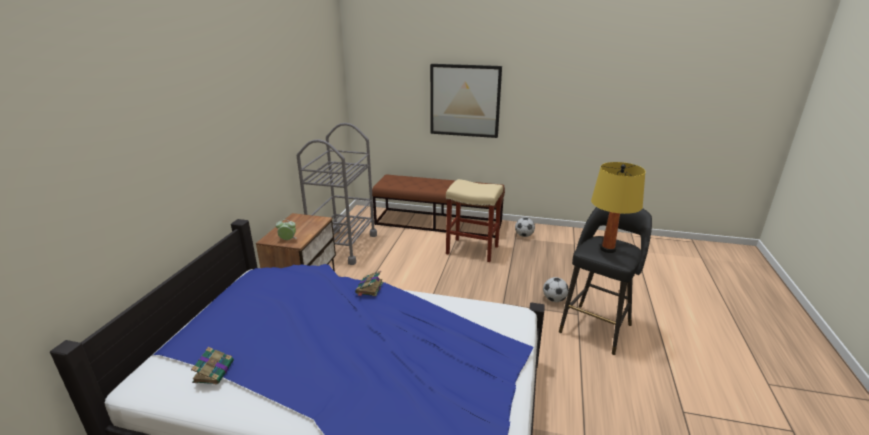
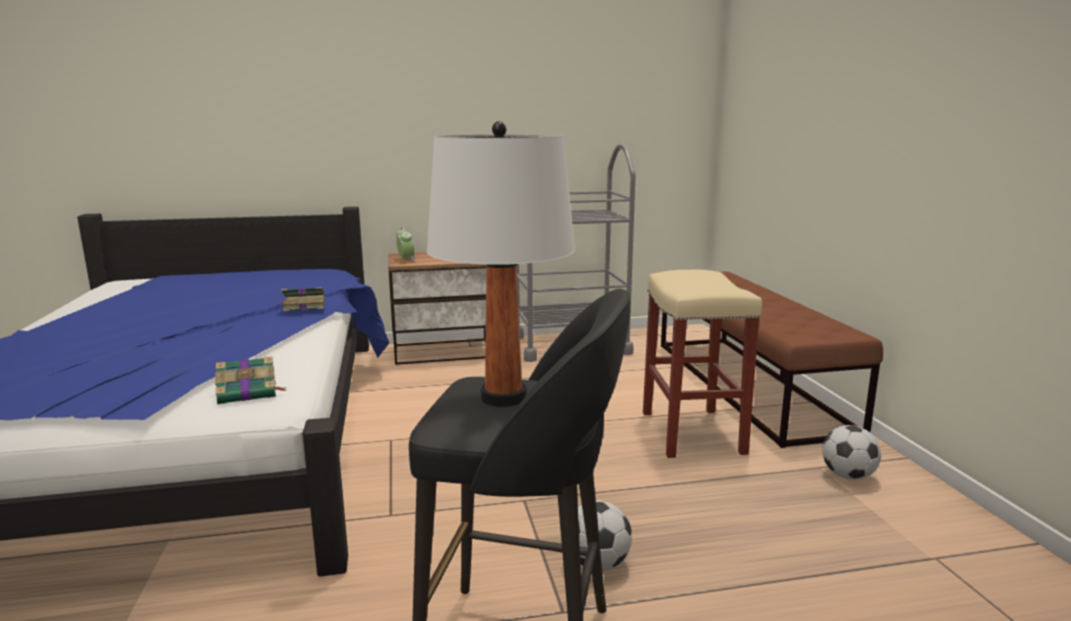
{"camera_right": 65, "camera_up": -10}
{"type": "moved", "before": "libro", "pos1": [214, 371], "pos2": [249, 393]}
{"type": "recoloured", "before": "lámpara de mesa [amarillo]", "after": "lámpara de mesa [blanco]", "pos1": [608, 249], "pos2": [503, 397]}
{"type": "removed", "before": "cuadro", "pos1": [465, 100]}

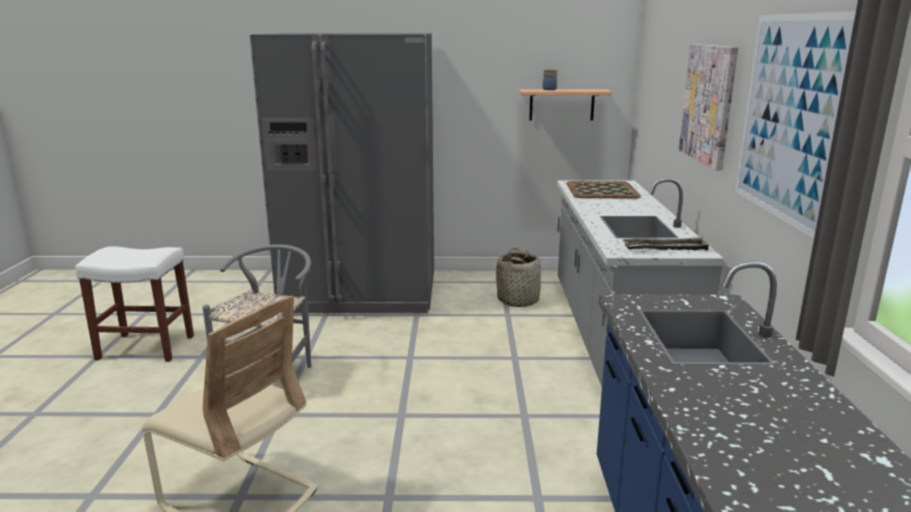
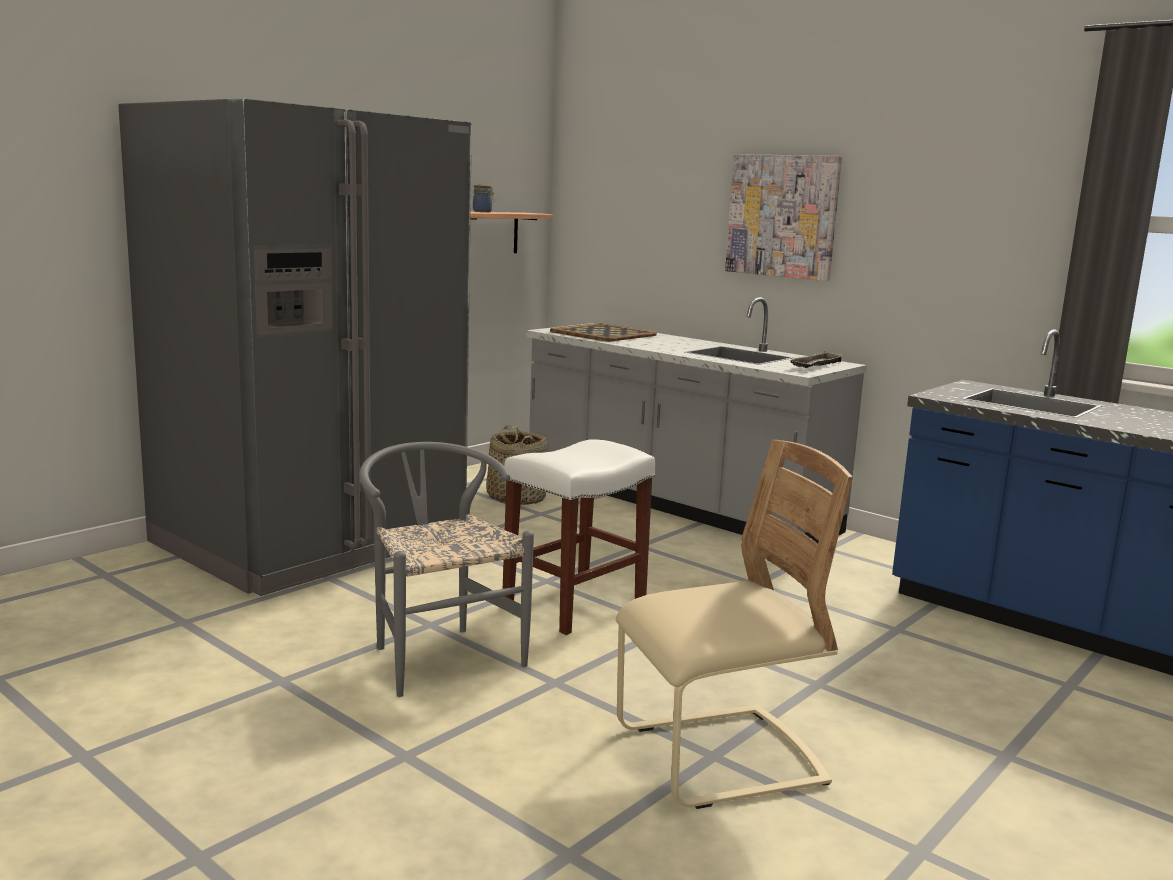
{"camera_right": -50, "camera_up": -5}
{"type": "moved", "before": "taburete [blanco]", "pos1": [144, 348], "pos2": [574, 605]}
{"type": "removed", "before": "cuadro", "pos1": [790, 118]}

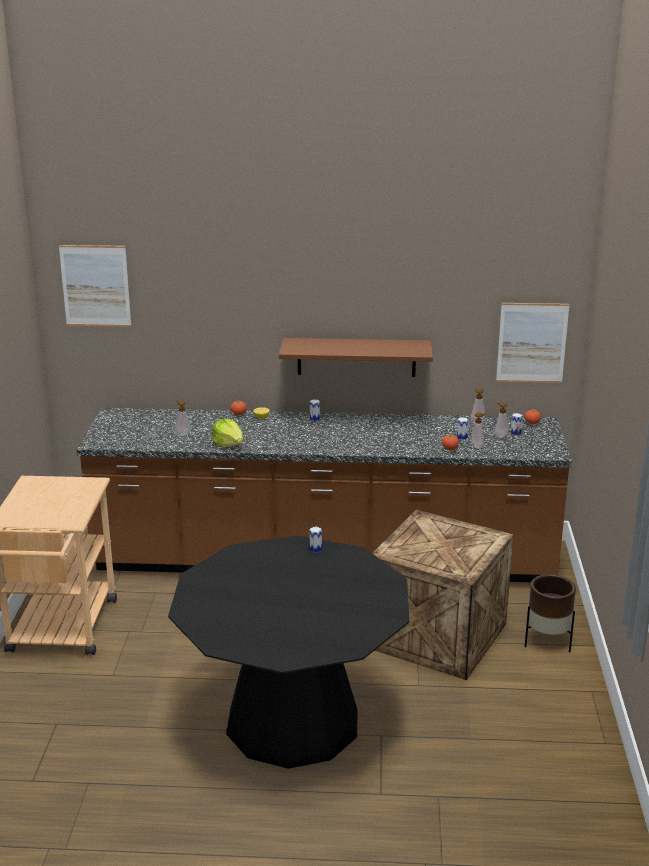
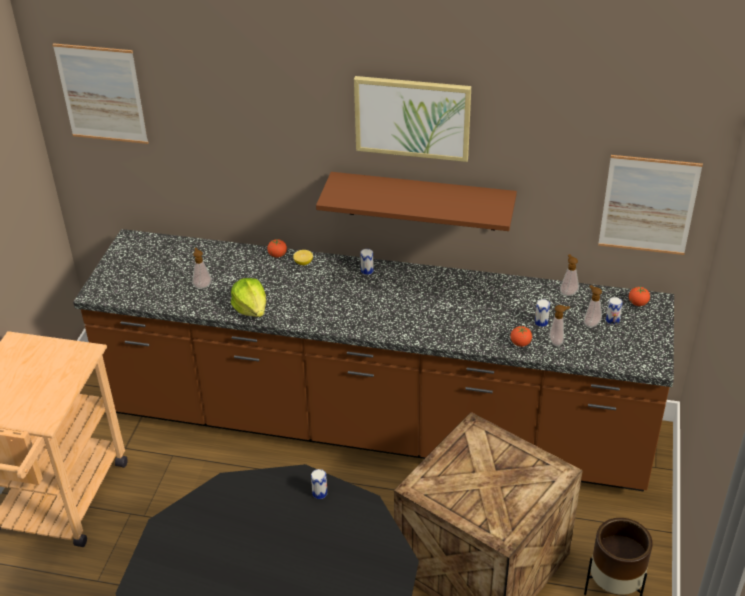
{"camera_right": 10, "camera_up": 15}
{"type": "added", "after": "cuadro", "pos2": [412, 117]}

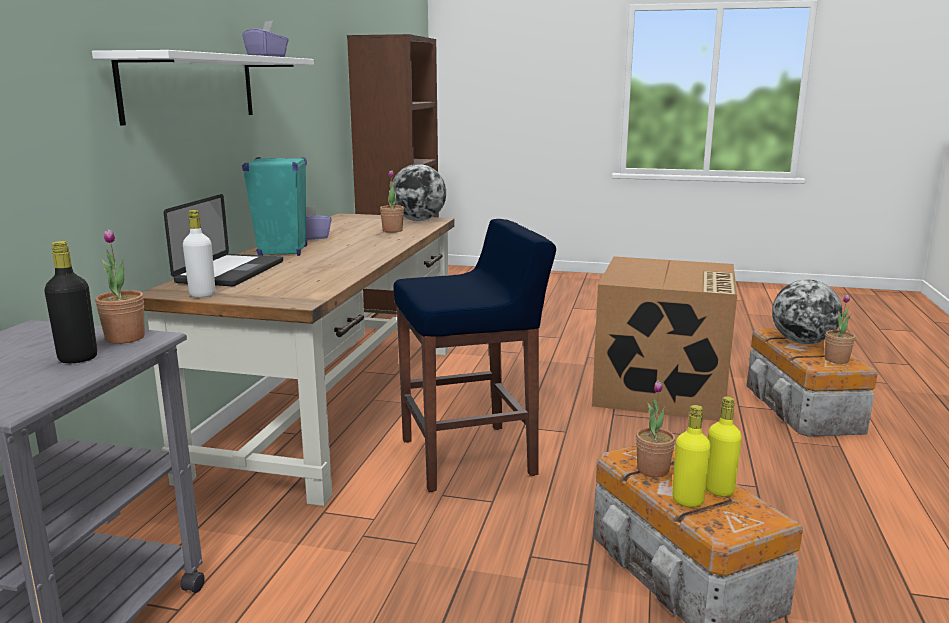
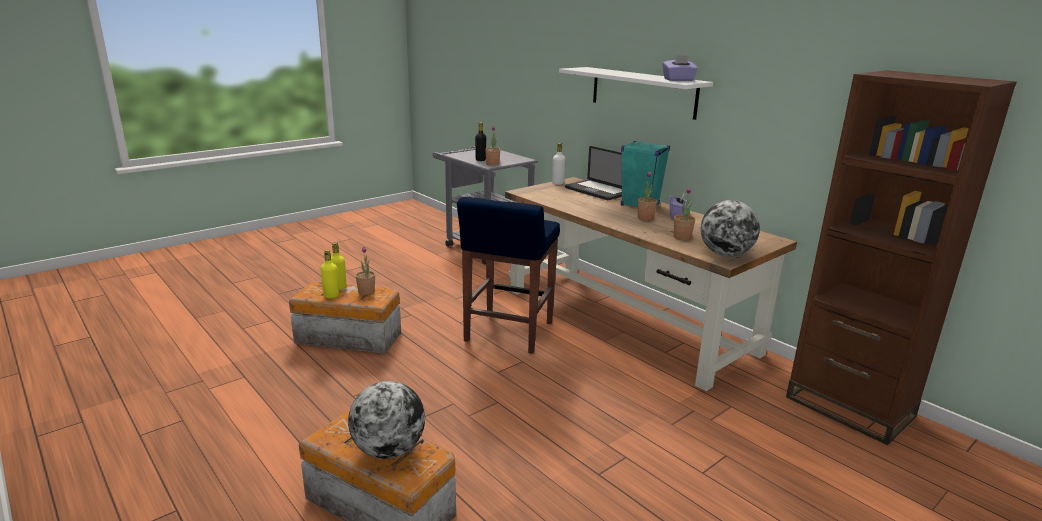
{"camera_right": 125, "camera_up": 5}
{"type": "moved", "before": "planta en maceta", "pos1": [836, 360], "pos2": [645, 218]}
{"type": "removed", "before": "caja de cartón", "pos1": [662, 390]}

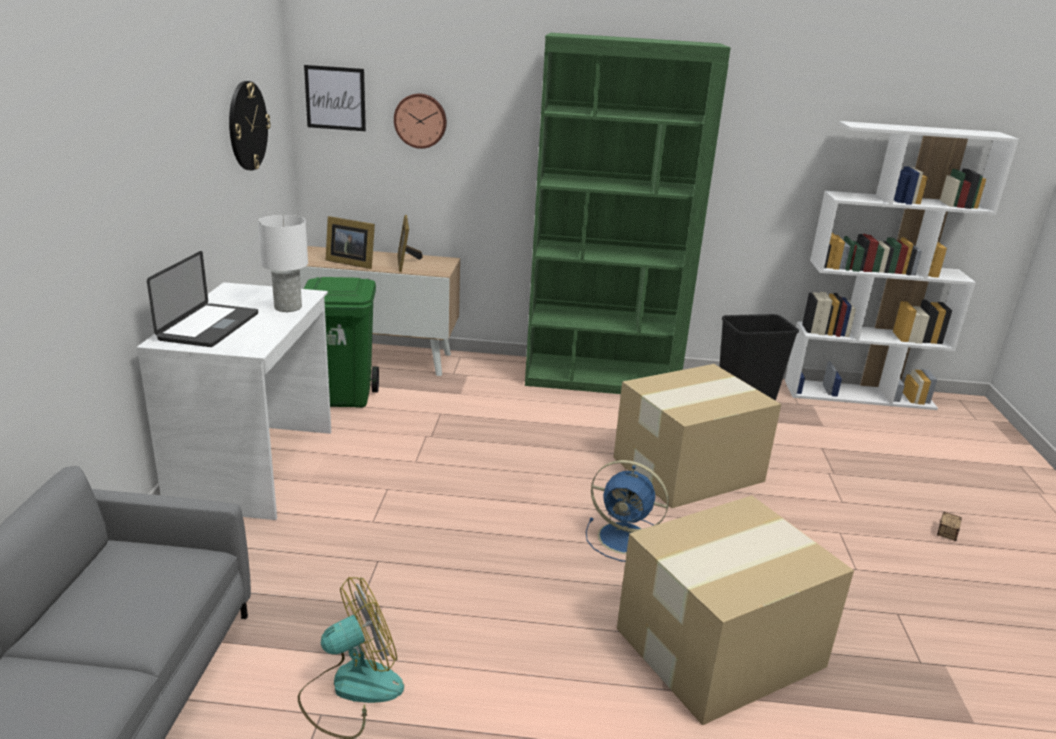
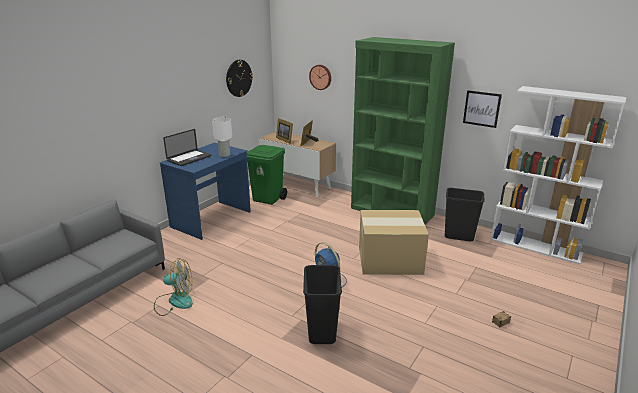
{"camera_right": 30, "camera_up": 0}
{"type": "recoloured", "before": "escritorio [blanco]", "after": "escritorio [azul]", "pos1": [256, 467], "pos2": [212, 219]}
{"type": "replaced", "before": "caja de cartón", "after": "papelera [negro]", "pos1": [722, 647], "pos2": [322, 332]}
{"type": "moved", "before": "cuadro", "pos1": [335, 98], "pos2": [481, 109]}

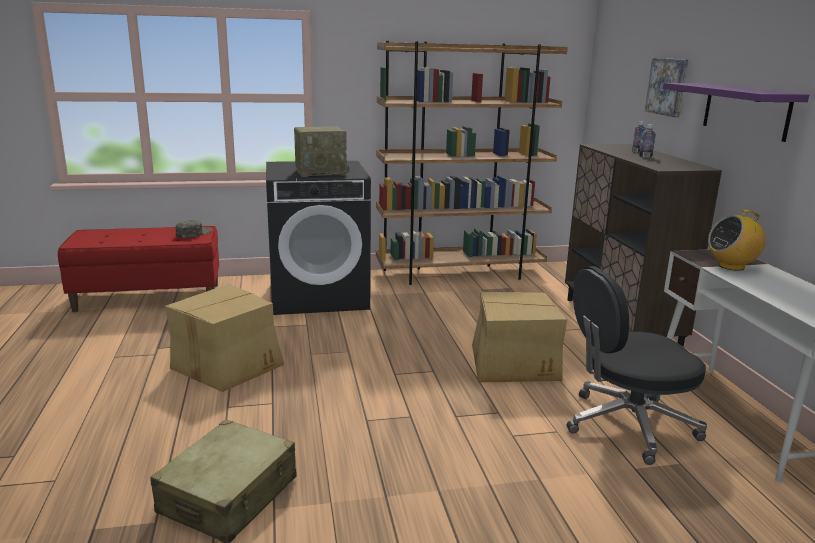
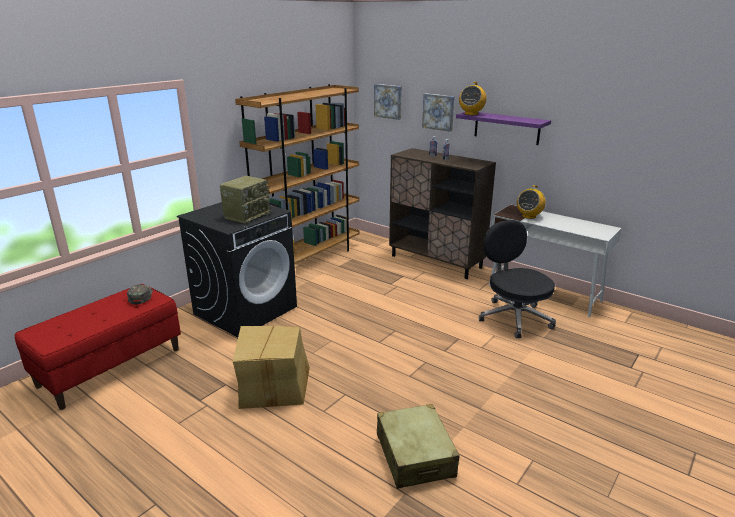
{"camera_right": -40, "camera_up": 5}
{"type": "added", "after": "cuadro", "pos2": [388, 101]}
{"type": "added", "after": "radio", "pos2": [471, 114]}
{"type": "turned", "before": "silla de oficina [negro]", "pos1": [627, 425], "pos2": [513, 317], "turn": 120}
{"type": "removed", "before": "caja de cartón", "pos1": [512, 364]}

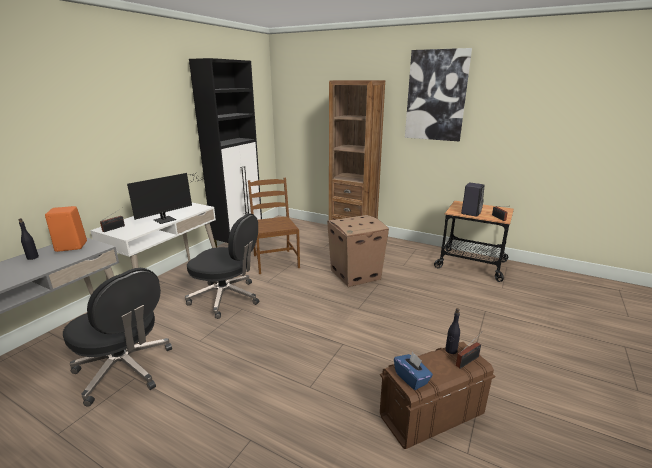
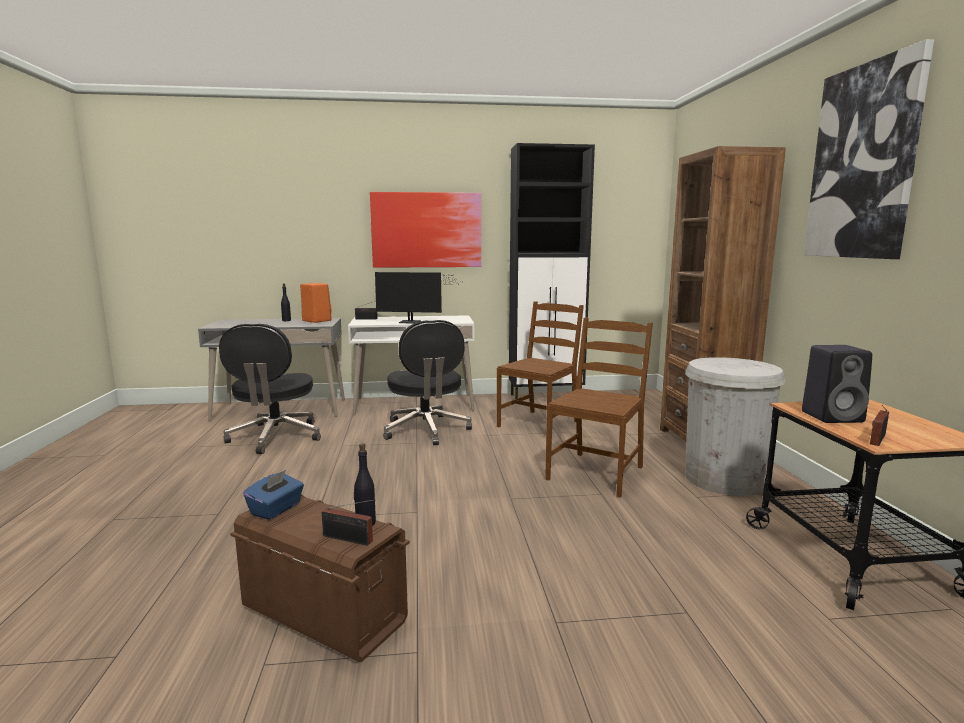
{"camera_right": 55, "camera_up": -10}
{"type": "added", "after": "cuadro", "pos2": [426, 230]}
{"type": "replaced", "before": "caja de cartón", "after": "silla [marrón]", "pos1": [356, 275], "pos2": [596, 473]}
{"type": "added", "after": "papelera [blanco]", "pos2": [723, 479]}

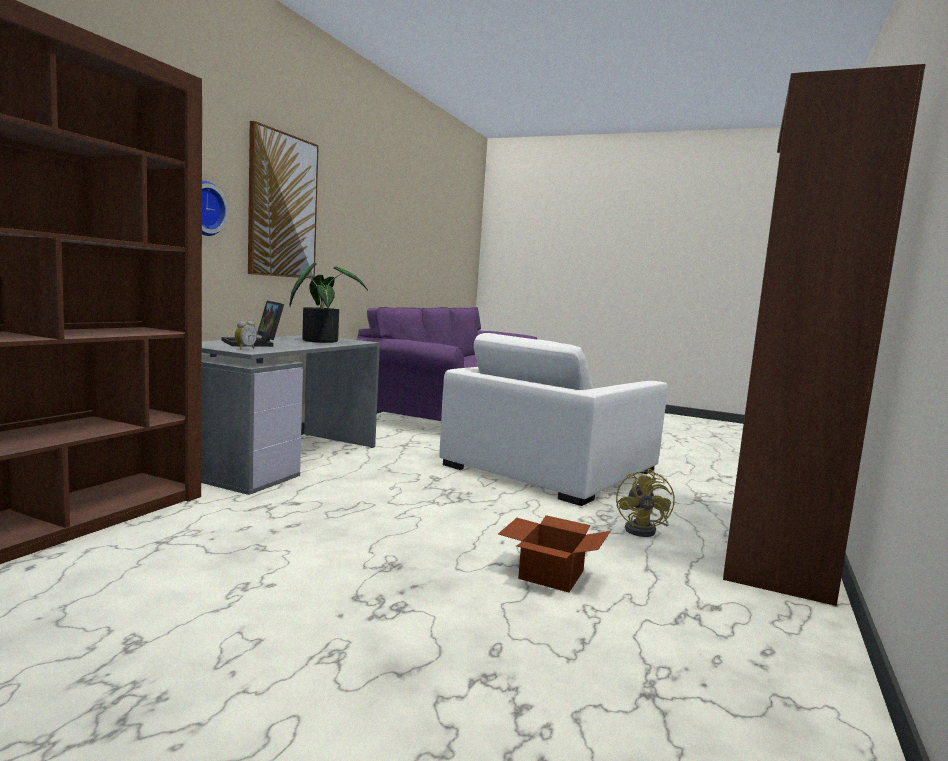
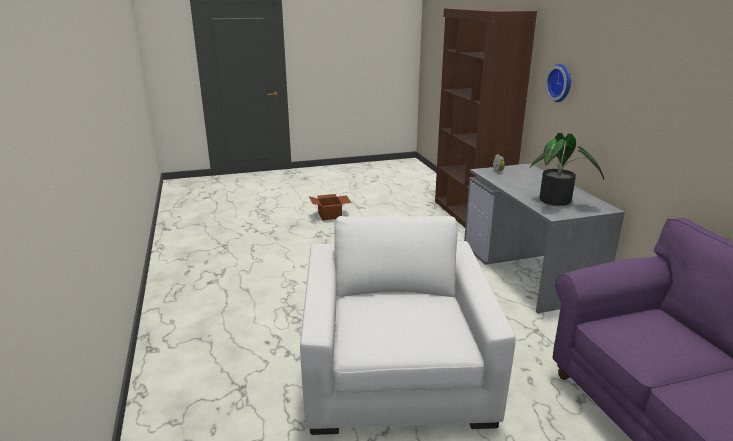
{"camera_right": 140, "camera_up": 15}
{"type": "moved", "before": "caja de cartón", "pos1": [550, 574], "pos2": [330, 215]}
{"type": "removed", "before": "portátil", "pos1": [254, 343]}
{"type": "removed", "before": "cuadro", "pos1": [282, 206]}
{"type": "removed", "before": "ventilador [amarillo]", "pos1": [645, 530]}
{"type": "removed", "before": "estantería [marrón]", "pos1": [773, 551]}

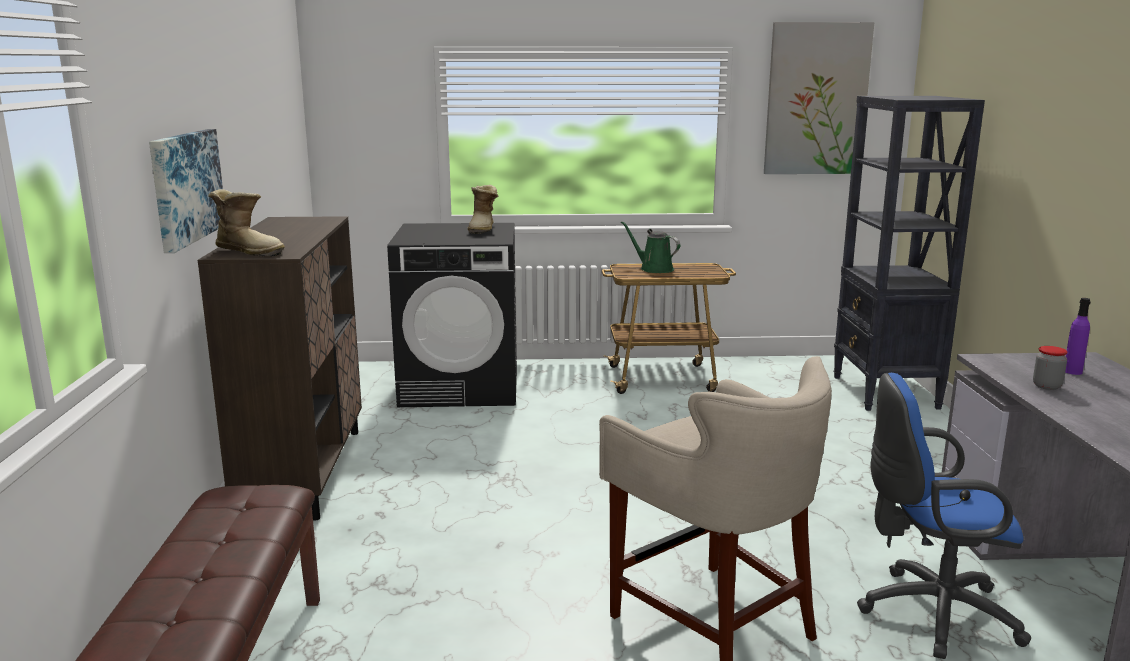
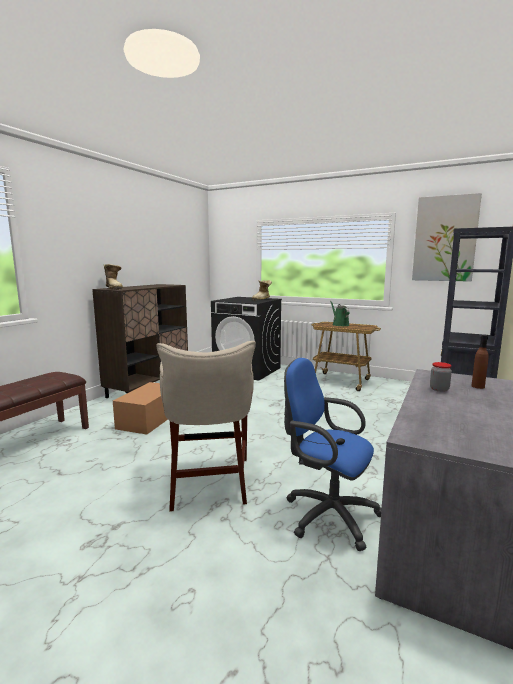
{"camera_right": 30, "camera_up": -5}
{"type": "added", "after": "caja de cartón", "pos2": [149, 419]}
{"type": "recoloured", "before": "botella [morado]", "after": "botella [marrón]", "pos1": [1072, 371], "pos2": [478, 386]}
{"type": "removed", "before": "cuadro", "pos1": [185, 187]}

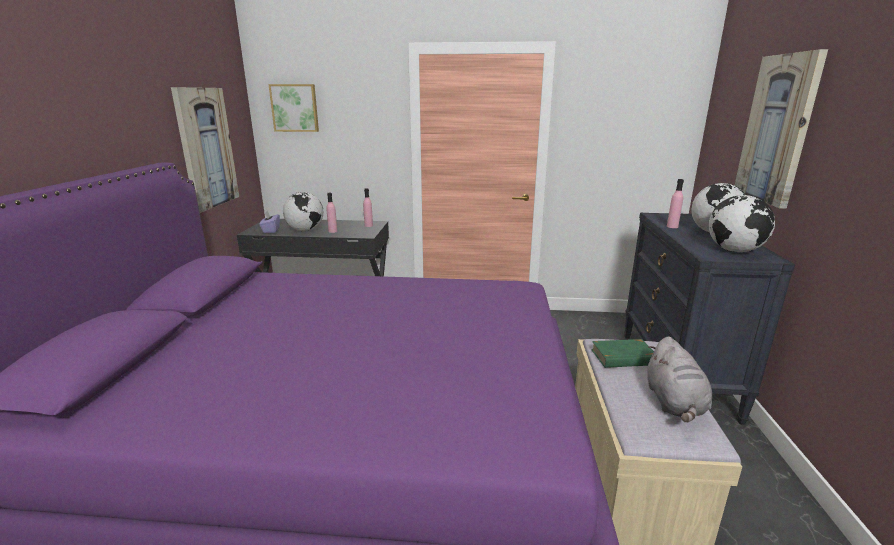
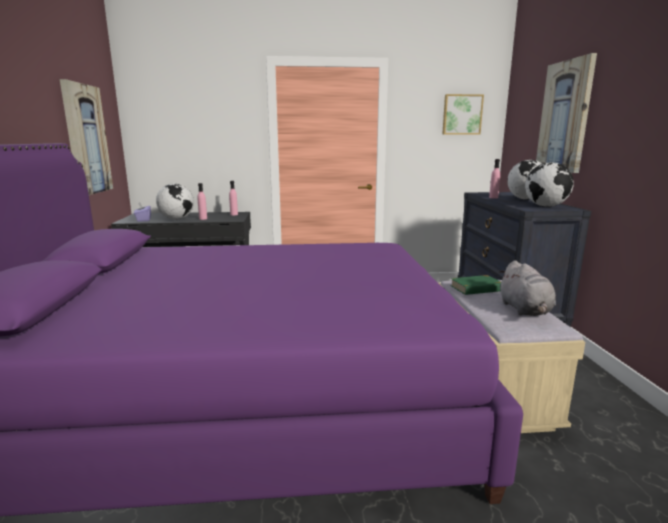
{"camera_right": -10, "camera_up": -5}
{"type": "moved", "before": "cuadro", "pos1": [295, 108], "pos2": [462, 114]}

